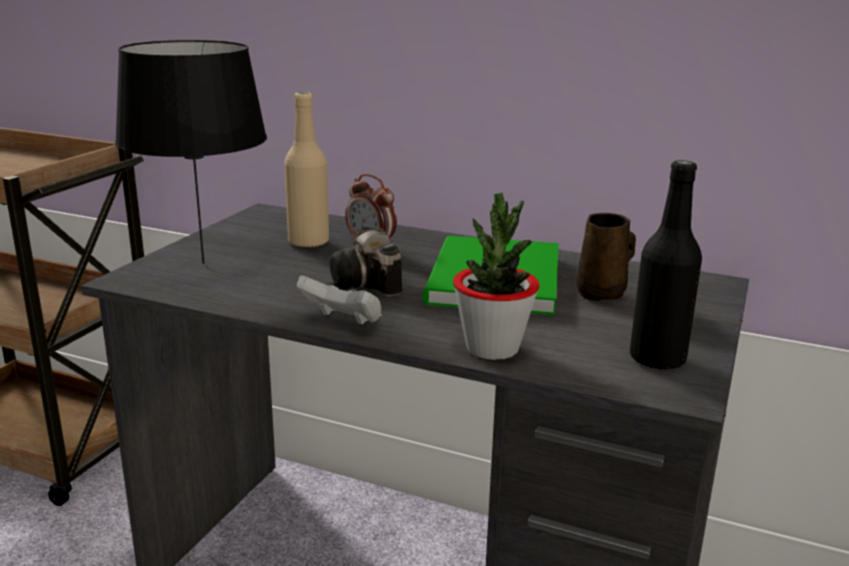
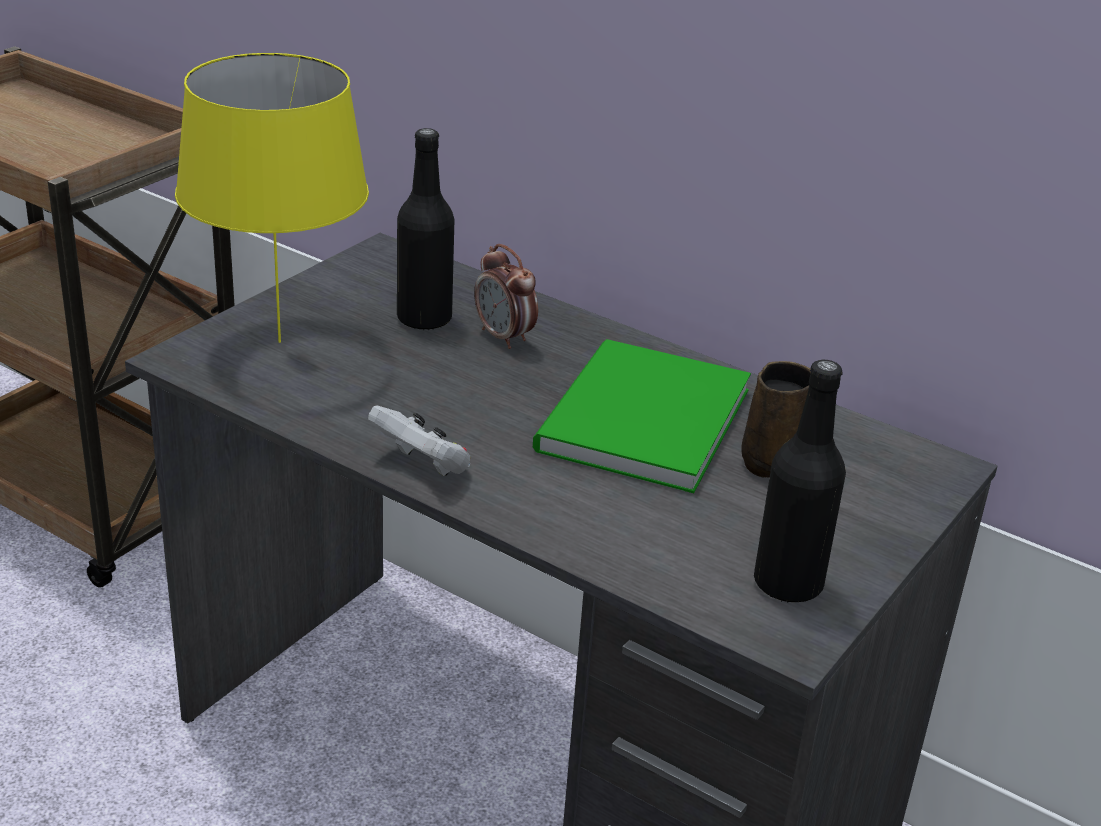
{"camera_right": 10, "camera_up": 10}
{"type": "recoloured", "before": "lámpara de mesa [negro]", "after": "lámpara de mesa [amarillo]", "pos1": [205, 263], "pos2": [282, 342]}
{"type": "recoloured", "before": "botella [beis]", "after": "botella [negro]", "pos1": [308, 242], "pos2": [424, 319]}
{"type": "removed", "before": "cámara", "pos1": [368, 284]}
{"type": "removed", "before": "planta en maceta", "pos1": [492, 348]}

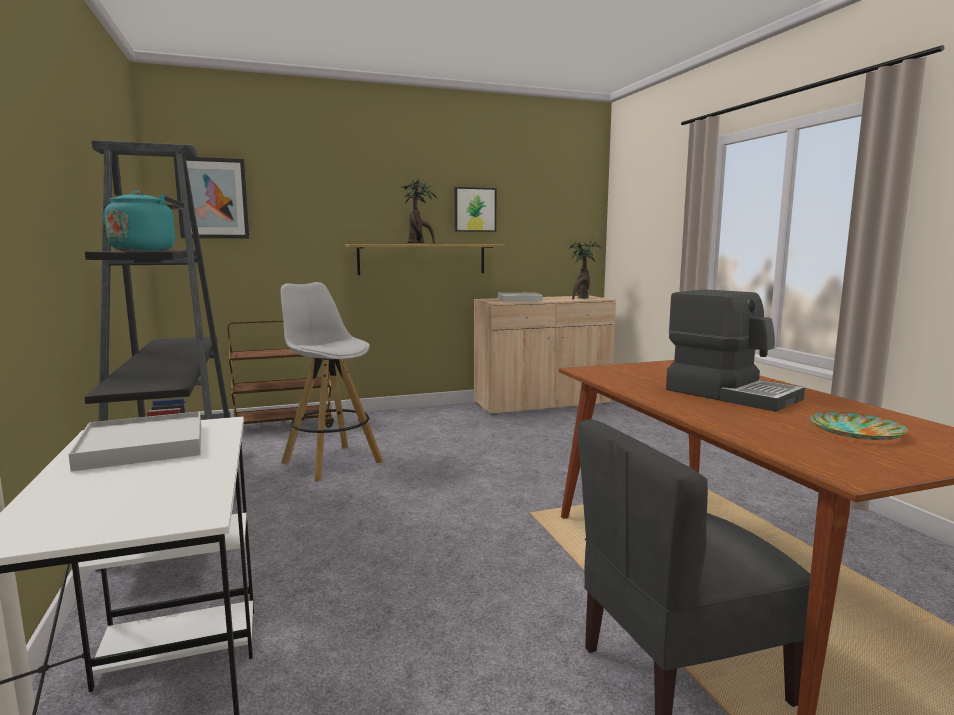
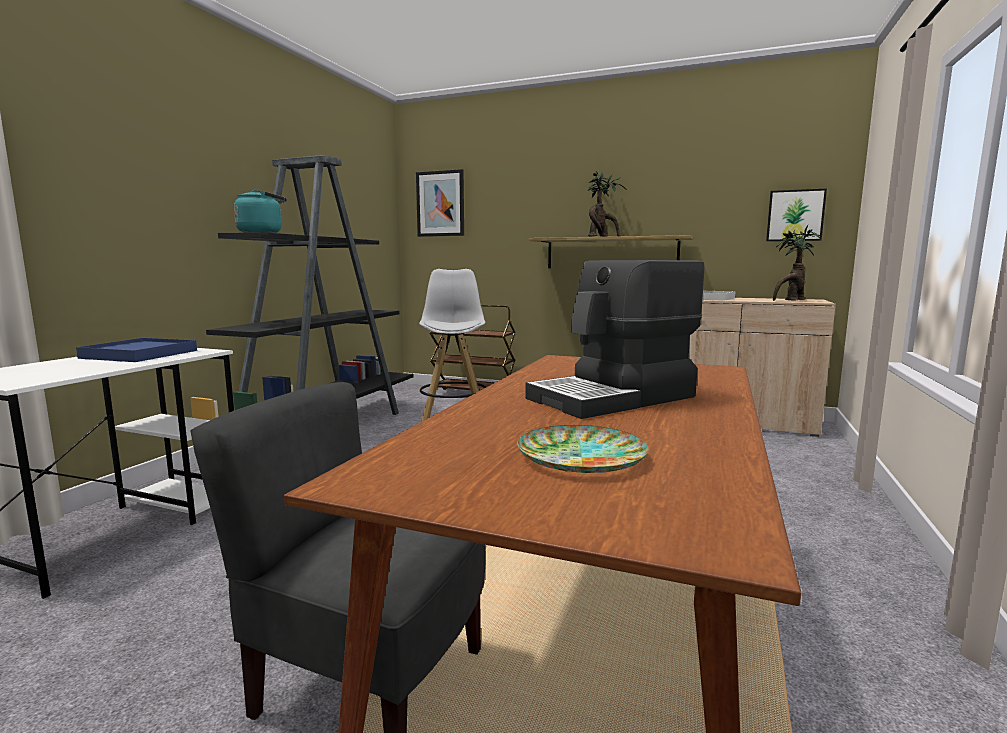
{"camera_right": 40, "camera_up": 0}
{"type": "recoloured", "before": "bandeja [blanco]", "after": "bandeja [azul]", "pos1": [142, 446], "pos2": [140, 354]}
{"type": "turned", "before": "cafetera", "pos1": [731, 394], "pos2": [614, 398], "turn": 60}
{"type": "moved", "before": "cuadro", "pos1": [474, 209], "pos2": [795, 215]}

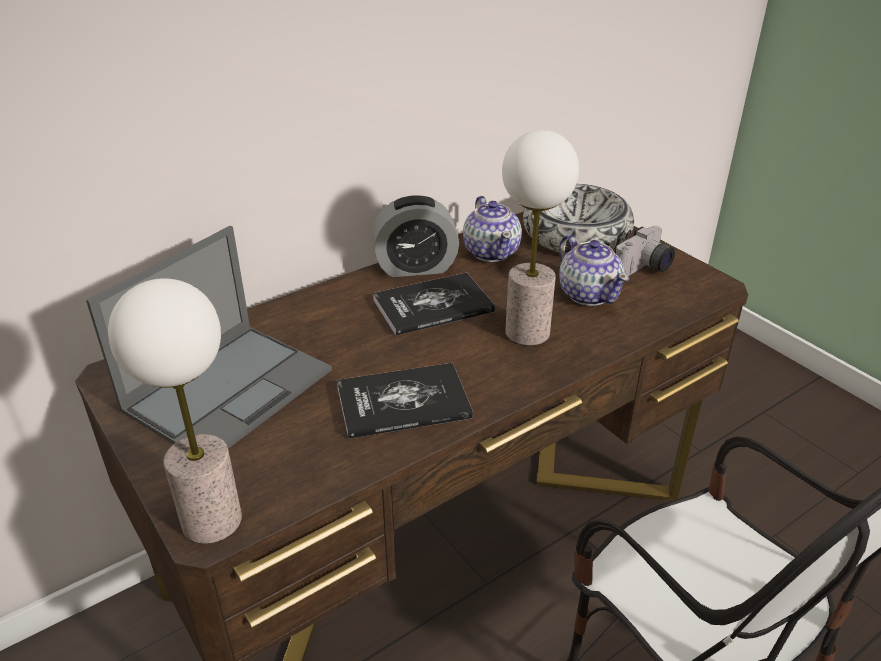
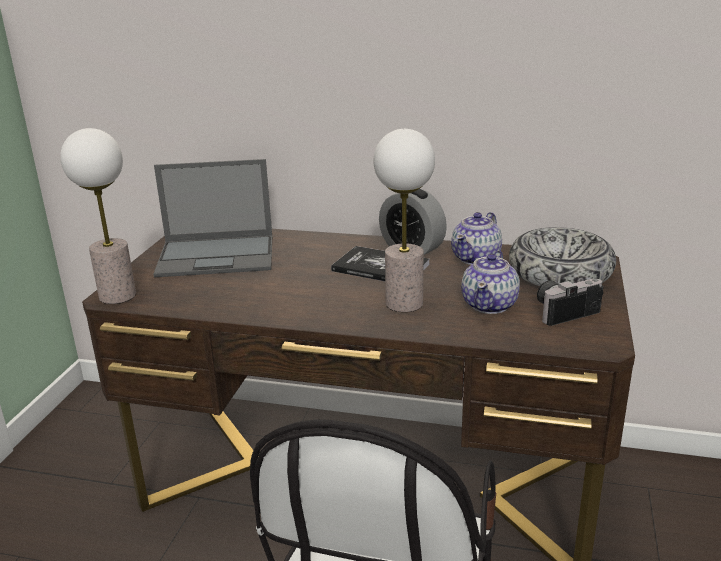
{"camera_right": 50, "camera_up": -10}
{"type": "turned", "before": "cámara", "pos1": [643, 270], "pos2": [564, 311], "turn": 150}
{"type": "removed", "before": "libro", "pos1": [403, 402]}

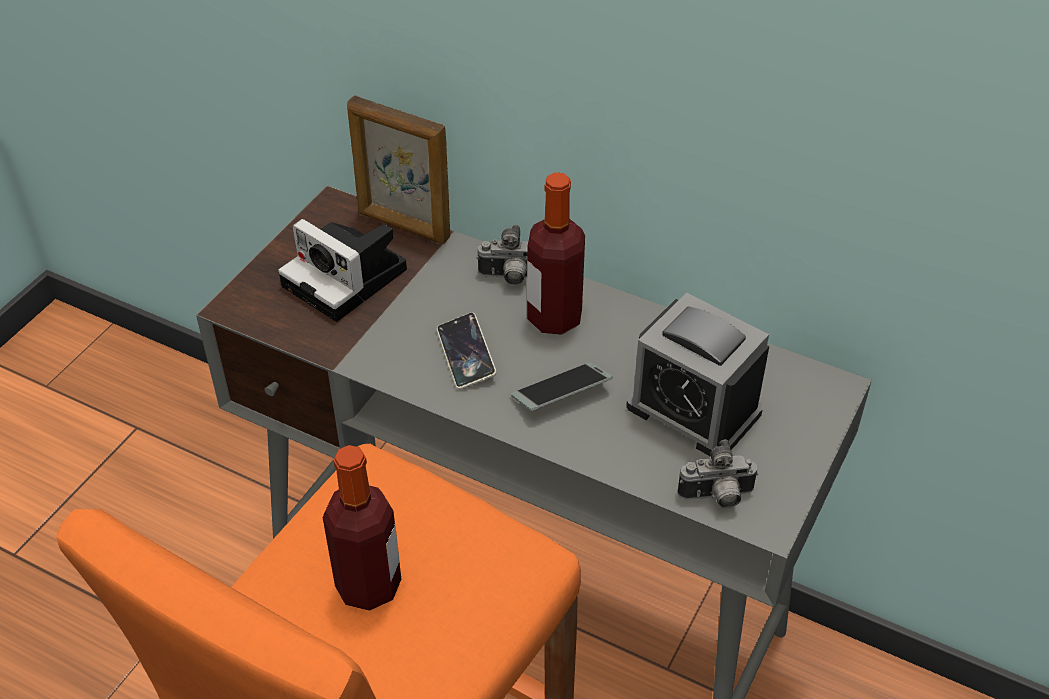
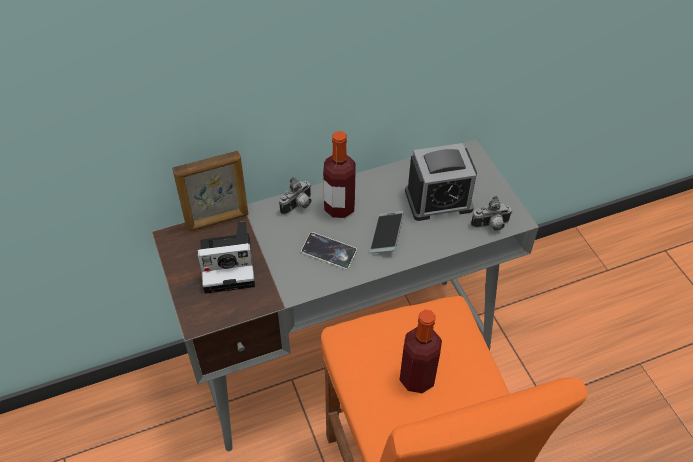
{"camera_right": -50, "camera_up": 5}
{"type": "turned", "before": "cámara", "pos1": [717, 497], "pos2": [491, 226], "turn": 45}

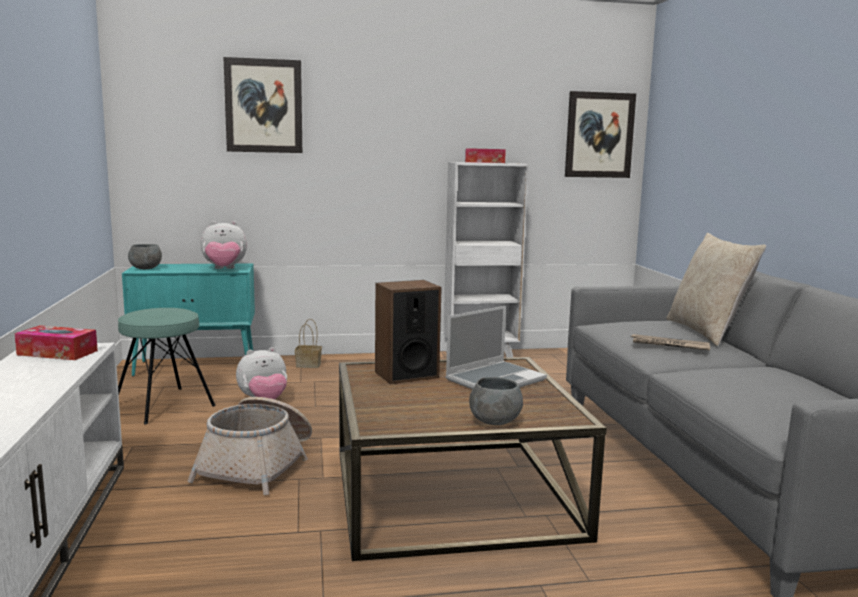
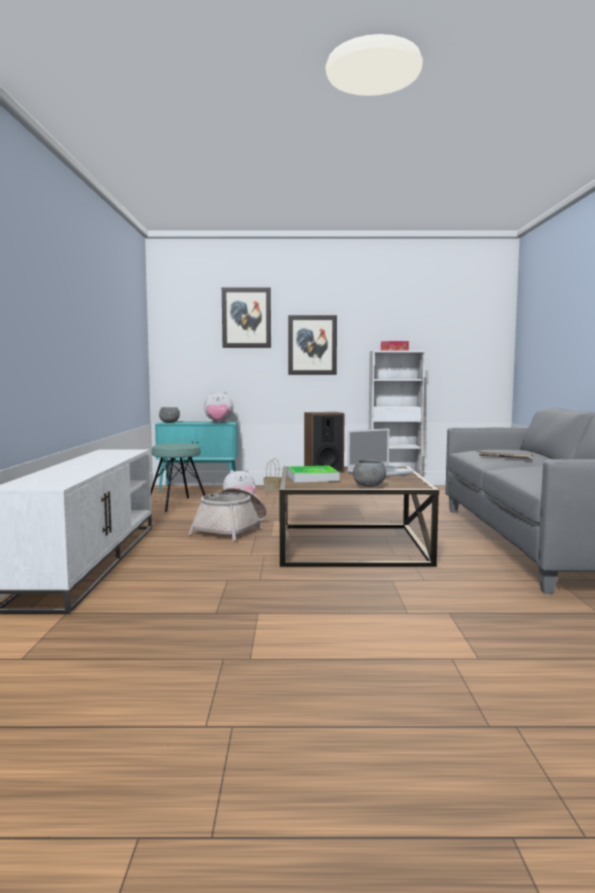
{"camera_right": 10, "camera_up": -5}
{"type": "added", "after": "bandeja", "pos2": [312, 478]}
{"type": "moved", "before": "cuadro", "pos1": [599, 135], "pos2": [312, 345]}
{"type": "removed", "before": "caja de pañuelos", "pos1": [57, 353]}
{"type": "removed", "before": "cojín [beis]", "pos1": [707, 332]}

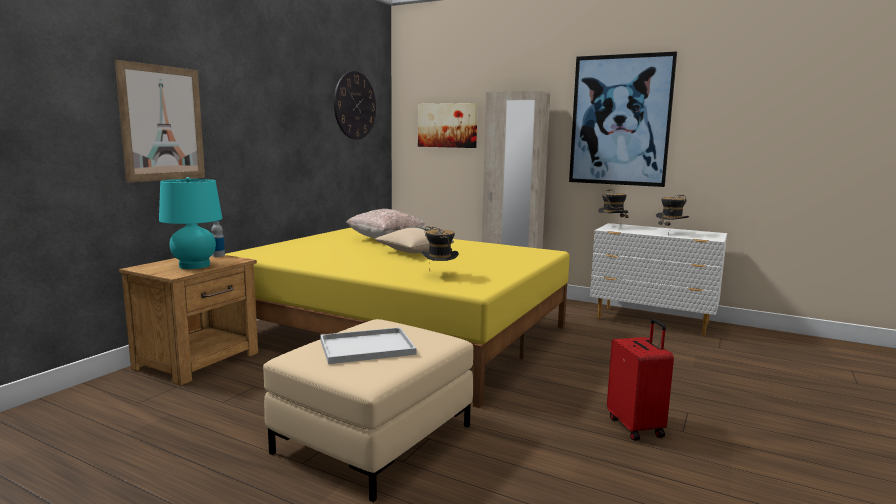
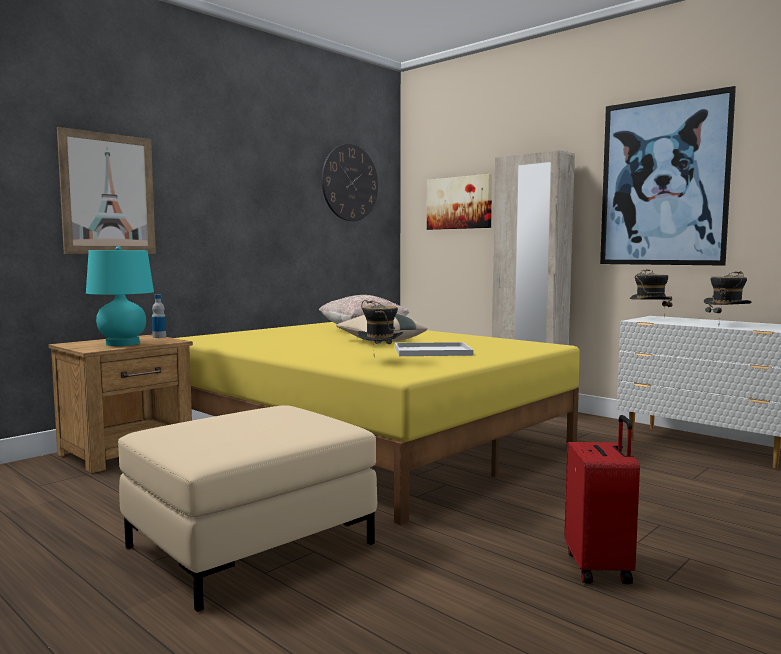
{"camera_right": 15, "camera_up": -5}
{"type": "moved", "before": "bandeja [blanco]", "pos1": [368, 346], "pos2": [434, 351]}

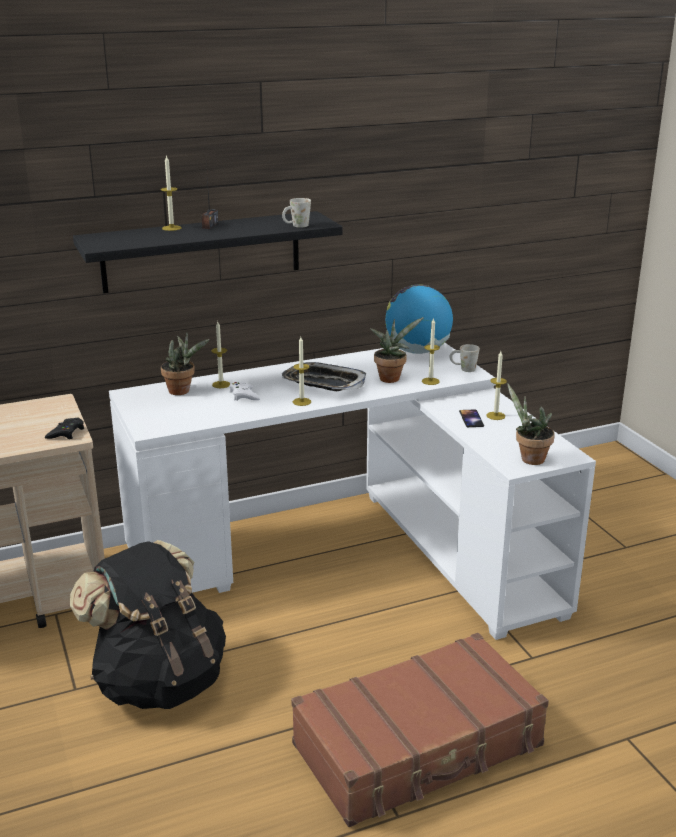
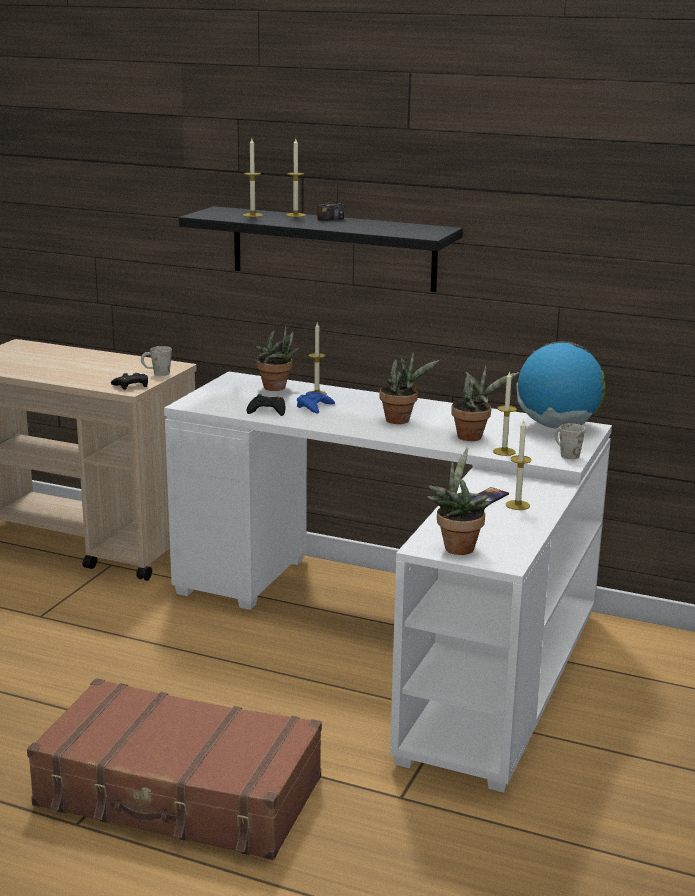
{"camera_right": 45, "camera_up": -5}
{"type": "moved", "before": "taza grande [blanco]", "pos1": [296, 226], "pos2": [156, 373]}
{"type": "moved", "before": "vela", "pos1": [301, 402], "pos2": [252, 215]}
{"type": "added", "after": "mando de consola [negro]", "pos2": [267, 410]}
{"type": "recoloured", "before": "mando de consola [blanco]", "after": "mando de consola [azul]", "pos1": [244, 395], "pos2": [314, 406]}
{"type": "replaced", "before": "bandeja", "after": "planta en maceta", "pos1": [323, 383], "pos2": [401, 420]}
{"type": "removed", "before": "mochila [negro]", "pos1": [159, 681]}

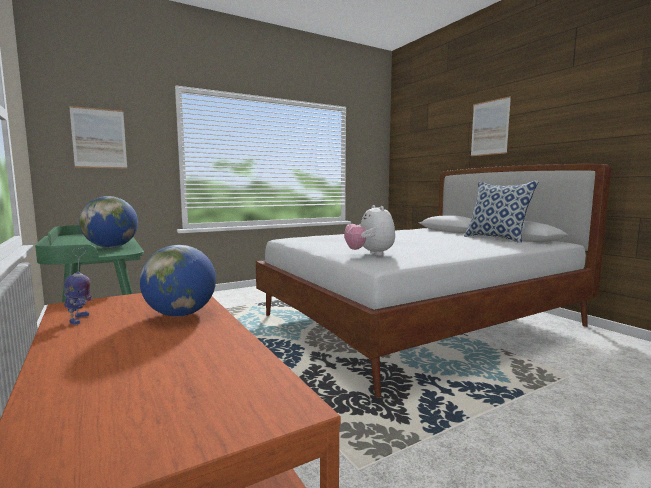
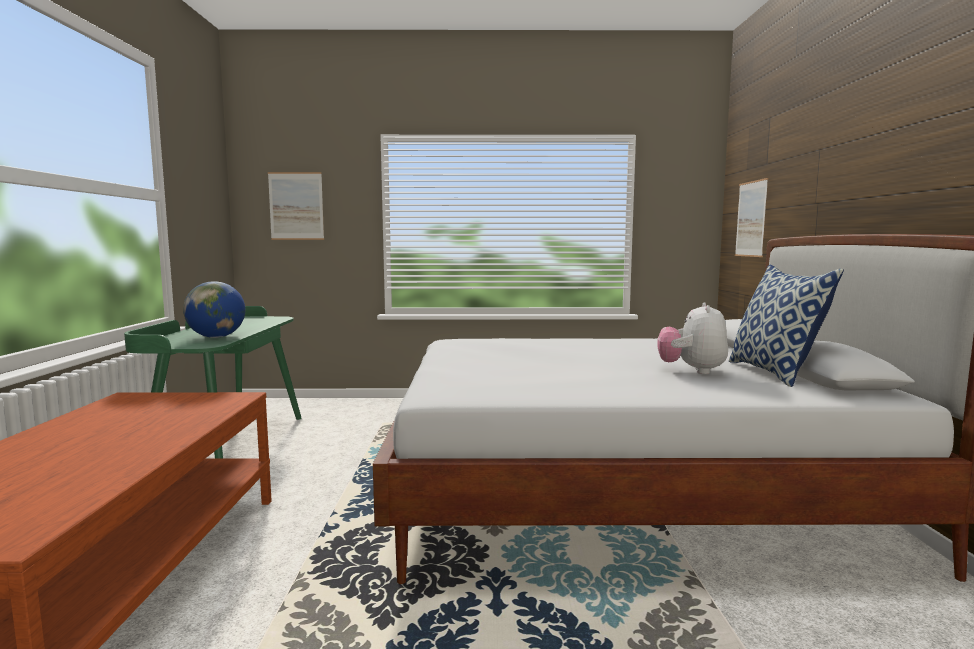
{"camera_right": 30, "camera_up": 0}
{"type": "moved", "before": "peluche", "pos1": [370, 254], "pos2": [692, 371]}
{"type": "moved", "before": "cuadro", "pos1": [490, 128], "pos2": [751, 219]}
{"type": "removed", "before": "robot de juguete", "pos1": [79, 319]}
{"type": "removed", "before": "globo terráqueo", "pos1": [181, 314]}

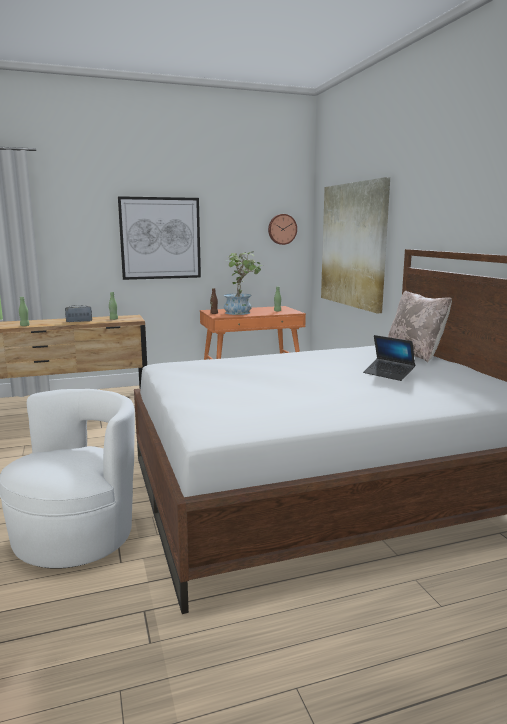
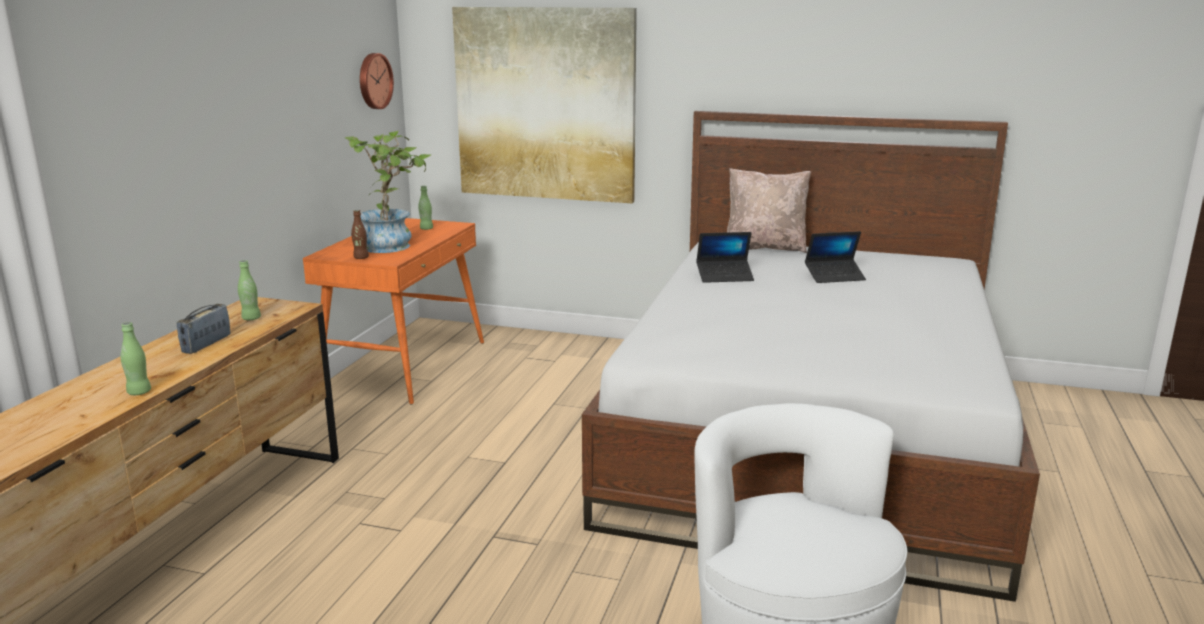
{"camera_right": -55, "camera_up": 5}
{"type": "added", "after": "portátil", "pos2": [724, 277]}
{"type": "removed", "before": "cuadro", "pos1": [160, 238]}

